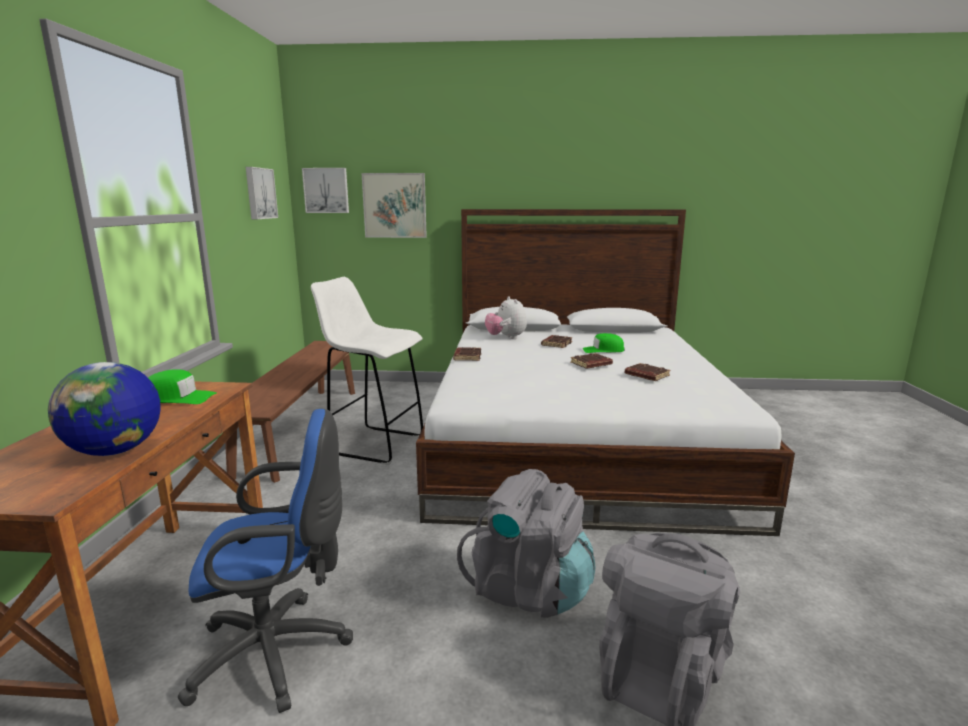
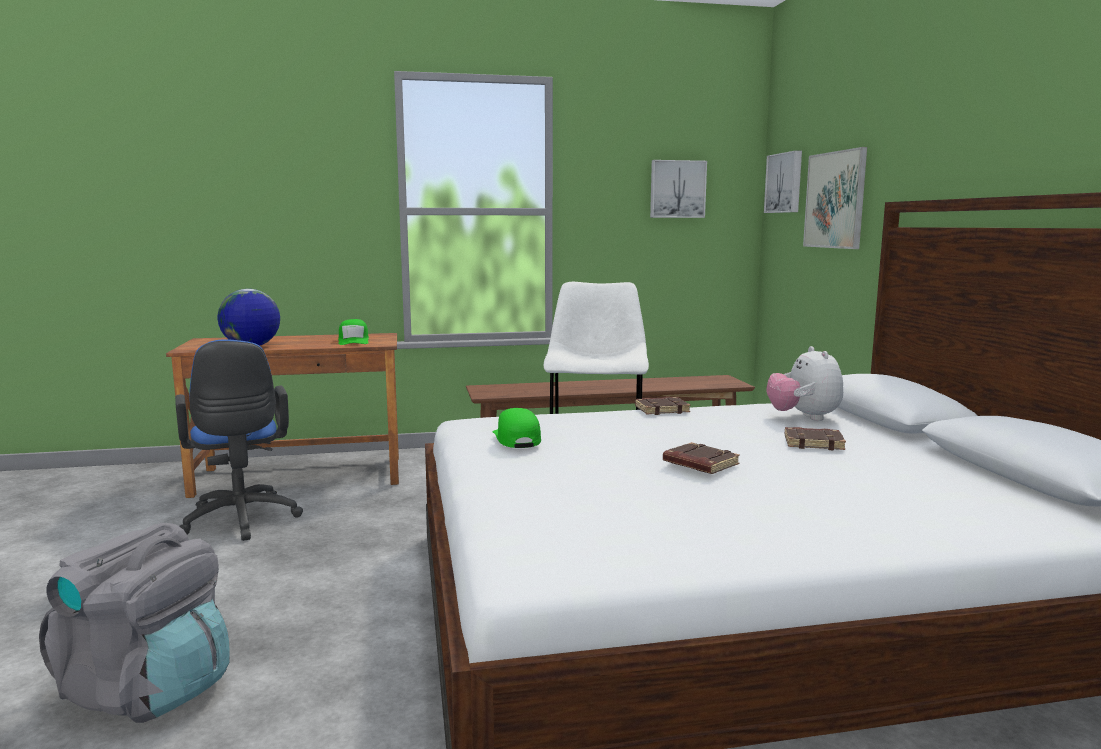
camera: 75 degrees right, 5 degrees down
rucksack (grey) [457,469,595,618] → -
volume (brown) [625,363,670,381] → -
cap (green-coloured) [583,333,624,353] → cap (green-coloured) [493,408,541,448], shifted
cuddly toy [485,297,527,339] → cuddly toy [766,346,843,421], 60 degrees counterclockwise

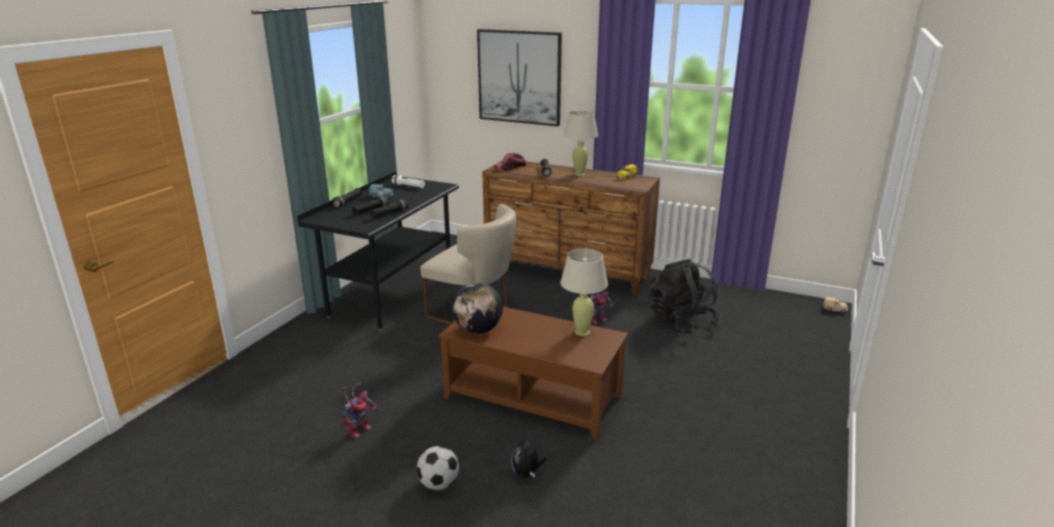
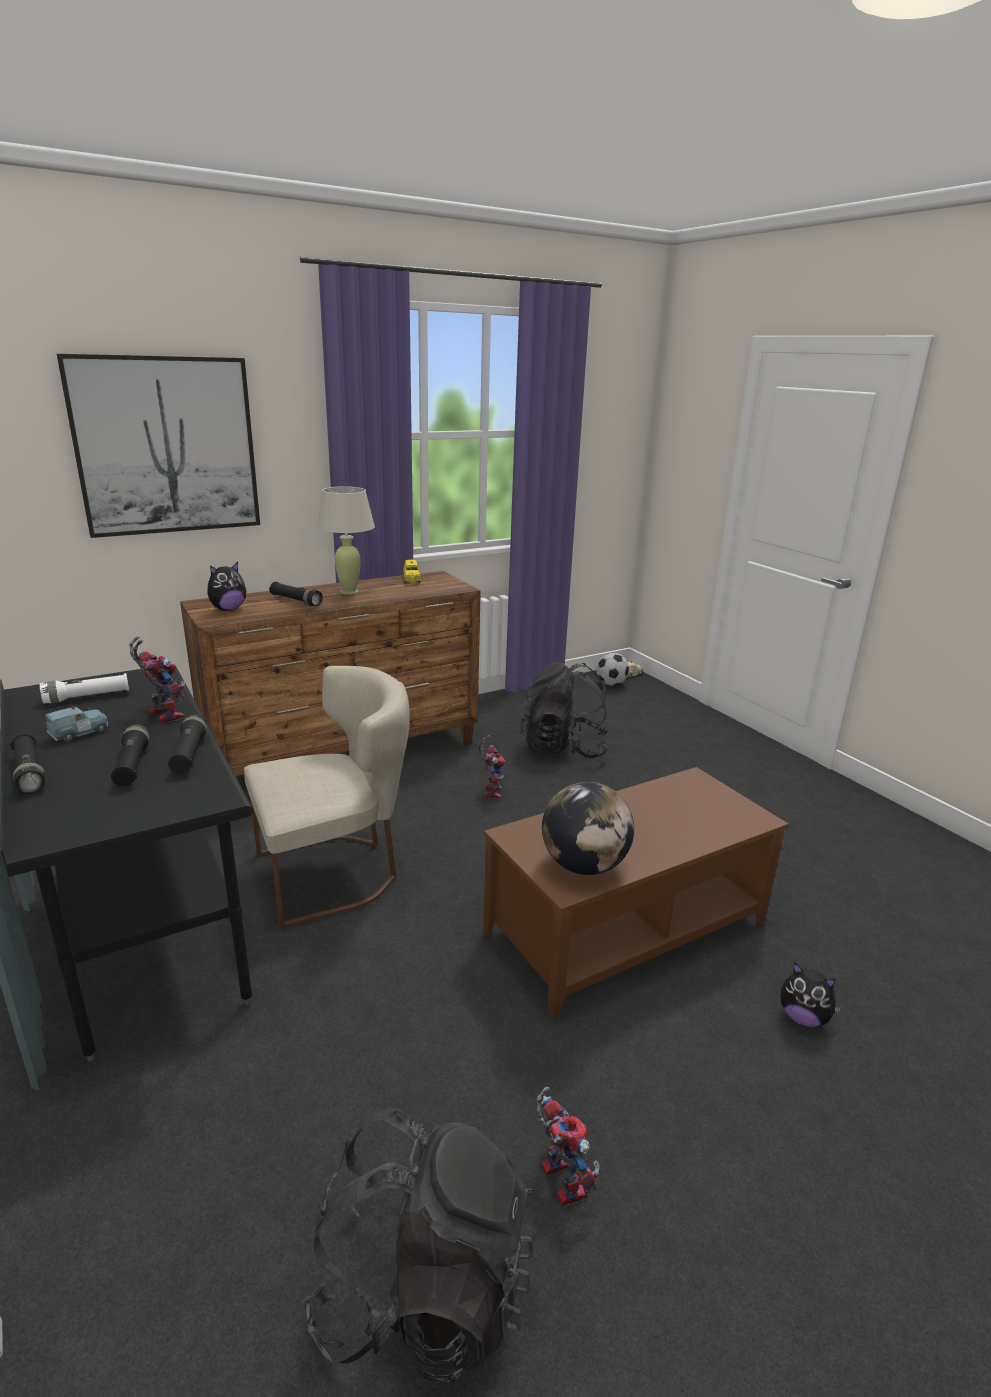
camera: 55 degrees left, 0 degrees up
tabletop lamp (beige) [560,249,608,336] → -
- → model robot [129,636,186,724]
- → rucksack (black-coloured) [302,1108,533,1384]
football ball [417,446,459,490] → football ball [596,653,629,686], shifted
cap [495,153,526,171] → cuddly toy [207,562,246,611]

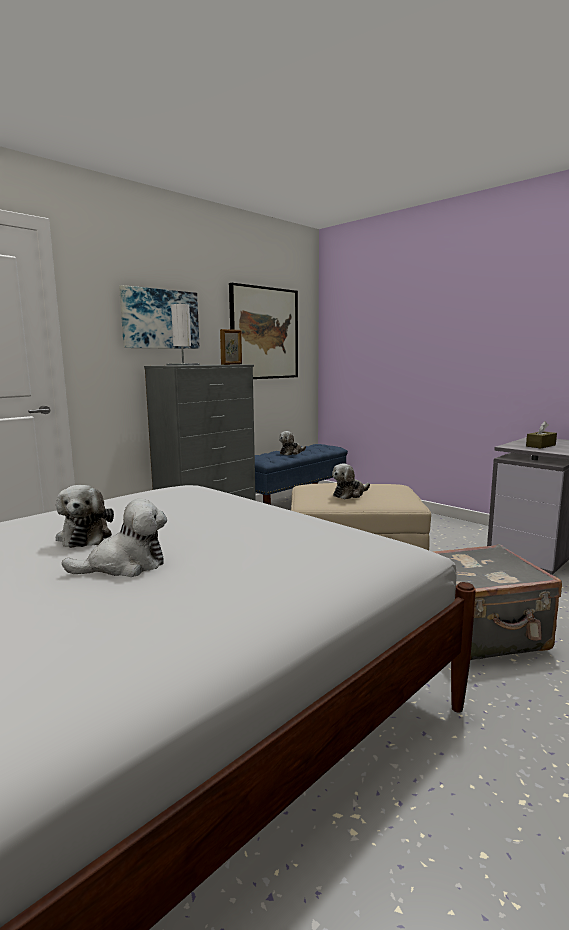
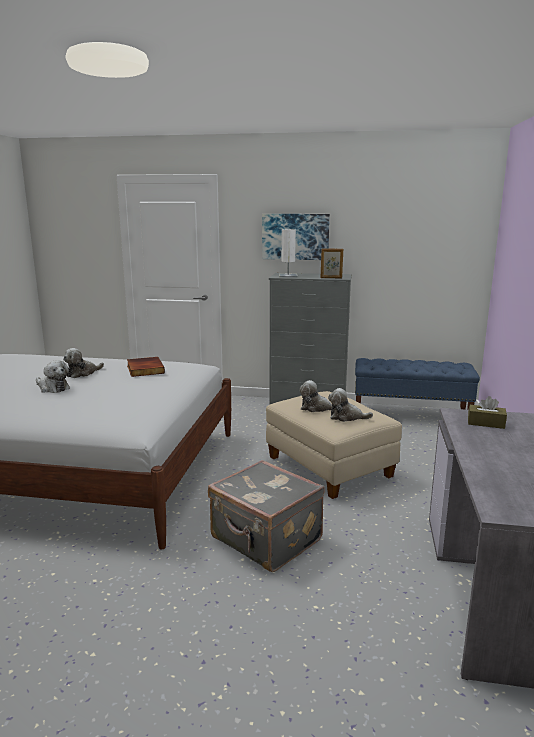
camera: 55 degrees right, 5 degrees up
picture [229,283,298,379] → -
- → volume [127,357,165,377]
cuddly toy [279,431,306,455] → cuddly toy [328,388,373,422], shifted

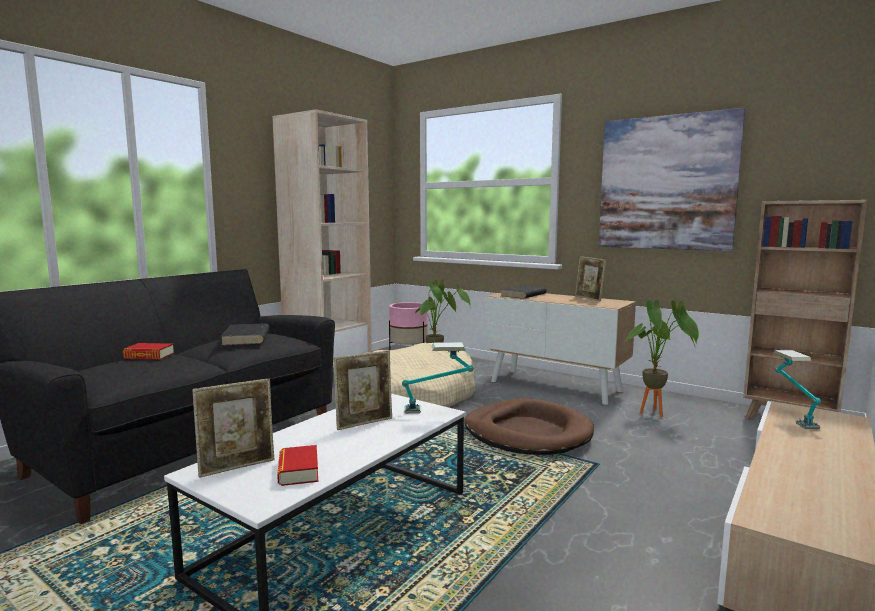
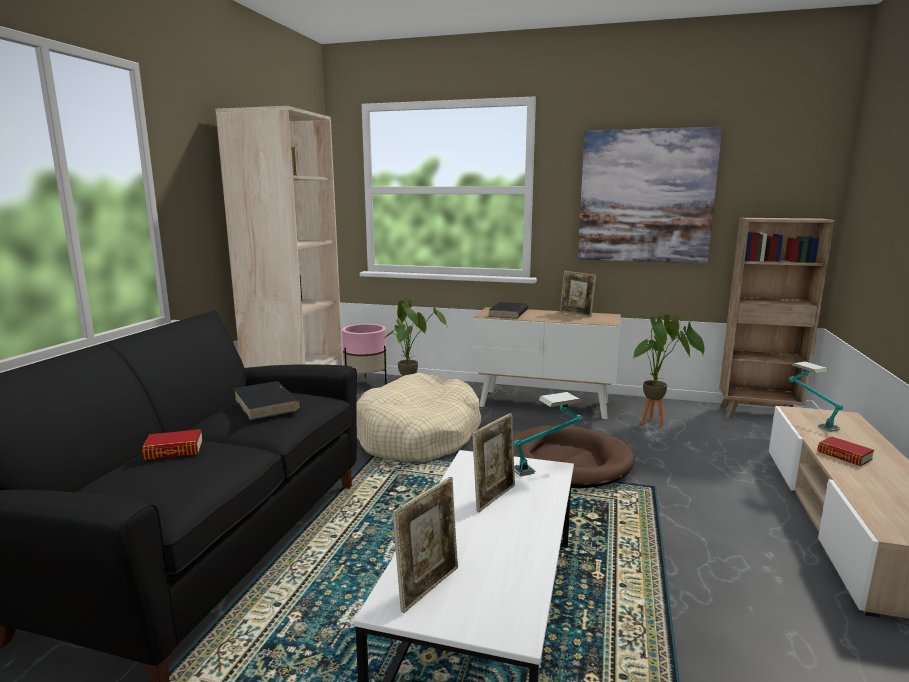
camera: 20 degrees left, 5 degrees up
volume [277,445,318,486] → volume [817,436,874,466], shifted

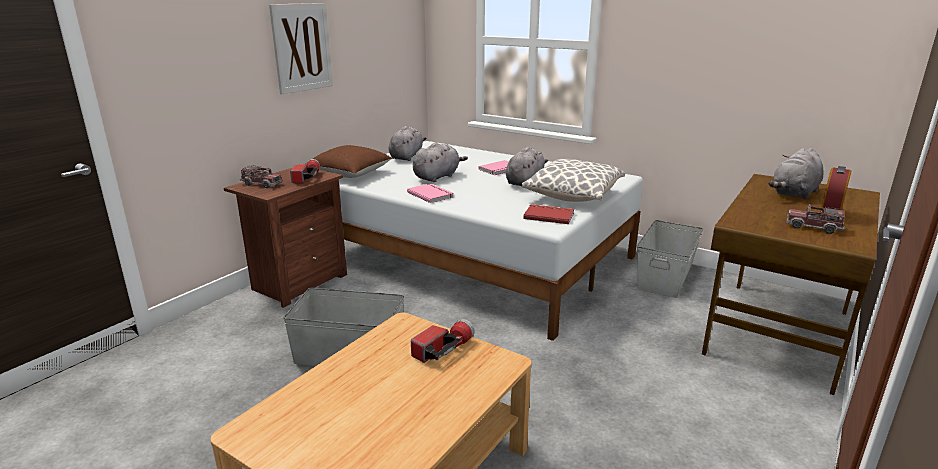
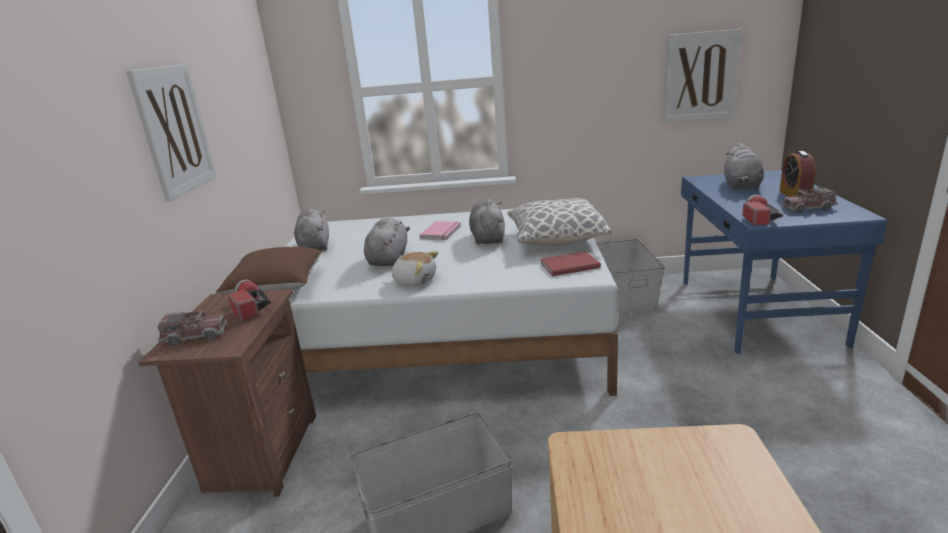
camera: 30 degrees left, 0 degrees up
- → picture [664,29,741,123]
torch [411,319,475,363] → torch [742,195,783,226], shifted
volume (pink-coloured) [407,183,454,203] → cuddly toy [389,251,438,286]
desk table (brown) [702,174,880,395] → desk table (blue) [681,170,887,354]

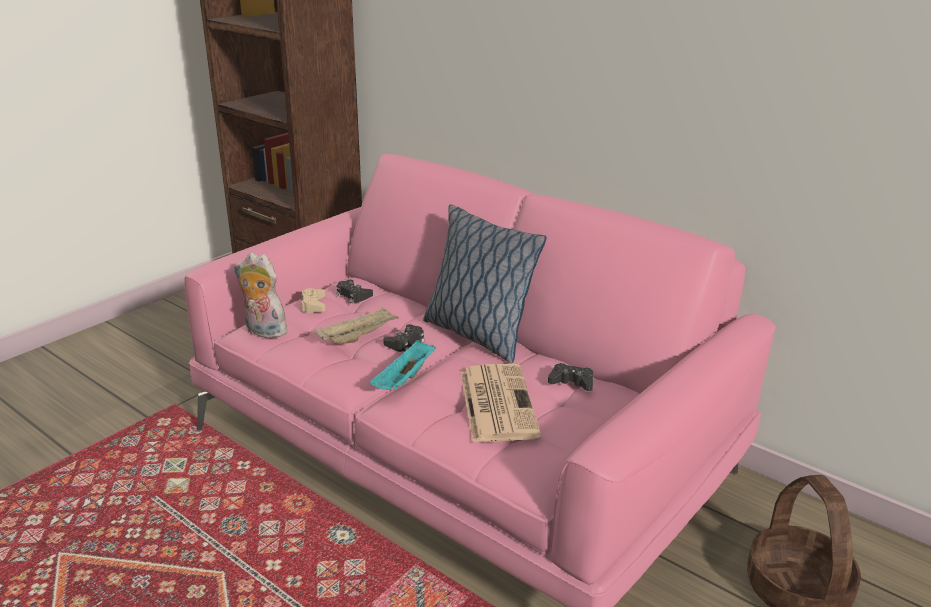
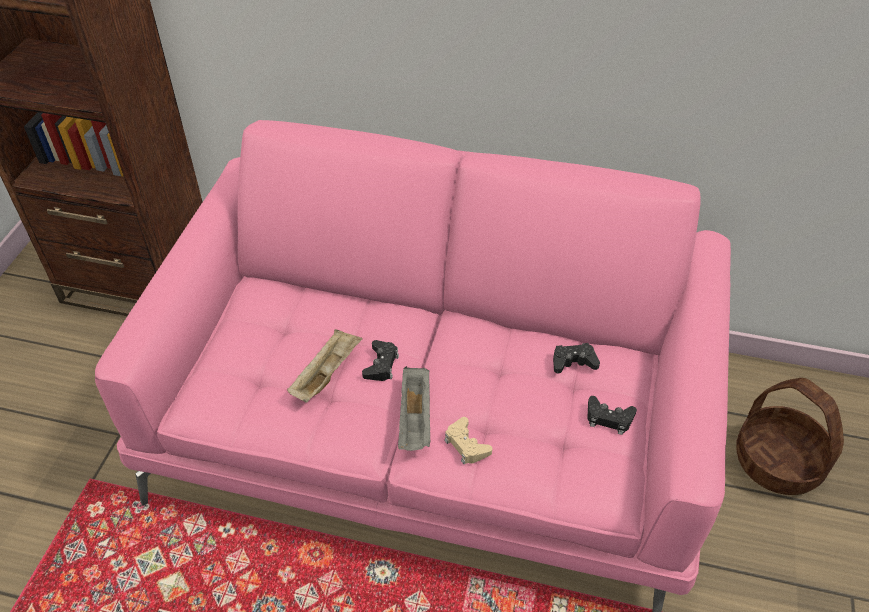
camera: 25 degrees left, 20 degrees up
cuddly toy [234,253,287,338] → -
cushion [423,204,547,363] → -
newspaper [461,364,541,442] → -
game controller (beige) [301,288,326,313] → game controller (beige) [445,417,492,464], shifted
game controller (black-coloured) [337,280,373,303] → game controller (black-coloured) [587,396,637,435], shifted
tray (blue-green) [370,340,436,390] → tray (grey) [398,366,431,451]

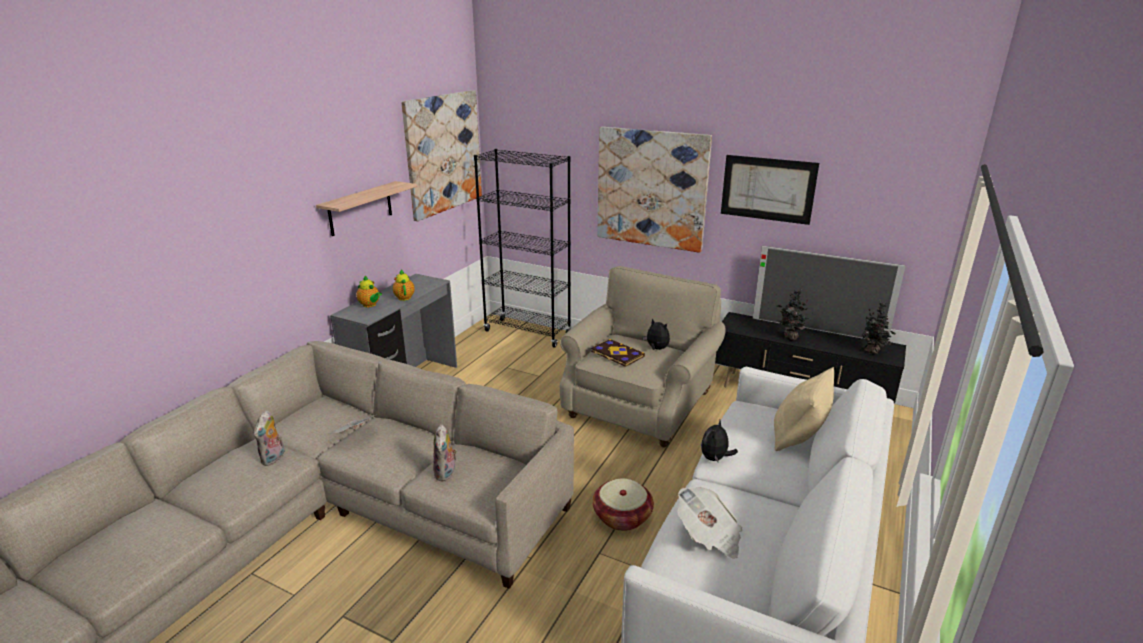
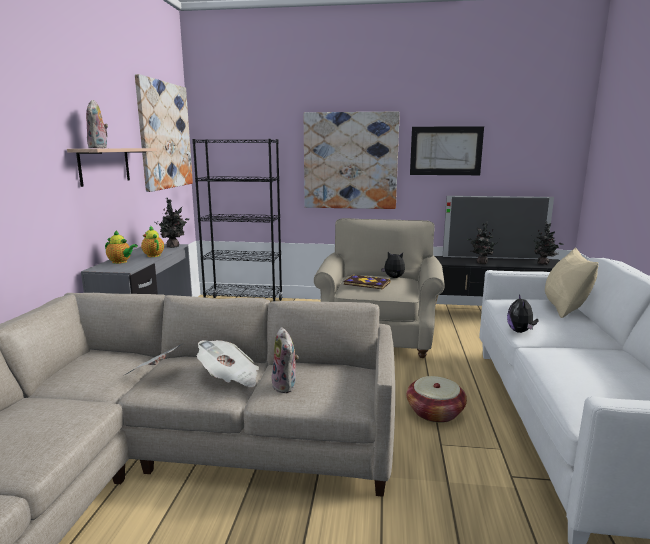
camera: 20 degrees left, 10 degrees down
- → houseplant [154,198,189,248]
cuddly toy [253,411,285,466] → cuddly toy [86,100,108,148], shifted
newspaper [677,487,742,559] → newspaper [197,340,259,387], shifted

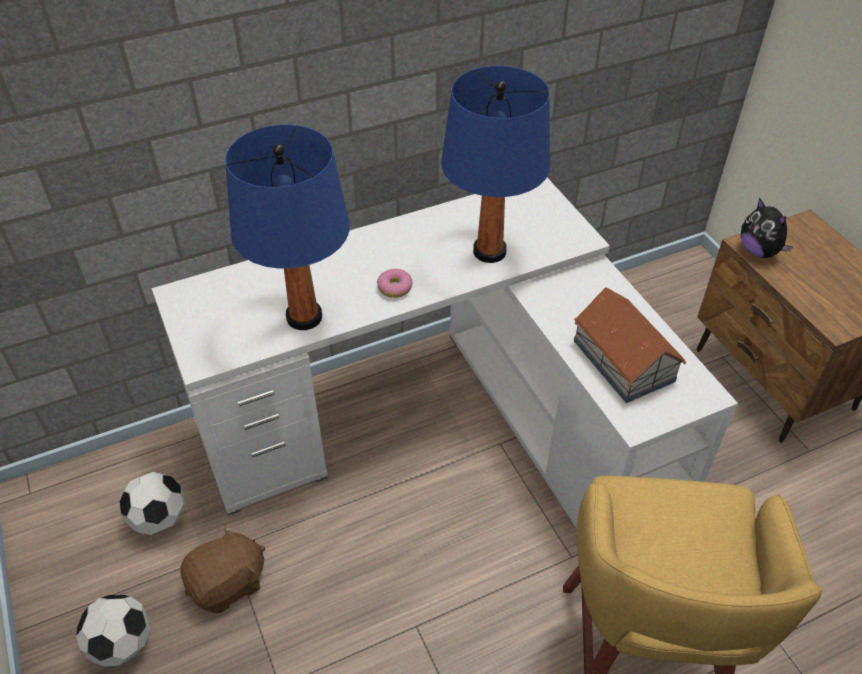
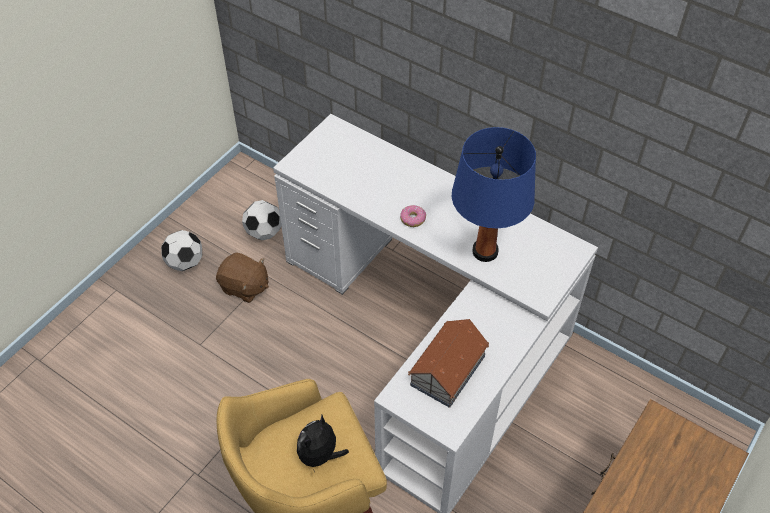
camera: 60 degrees right, 5 degrees up
tabletop lamp (blue) [225,124,350,330] → -
cuddly toy [741,198,793,258] → cuddly toy [297,415,349,472], shifted

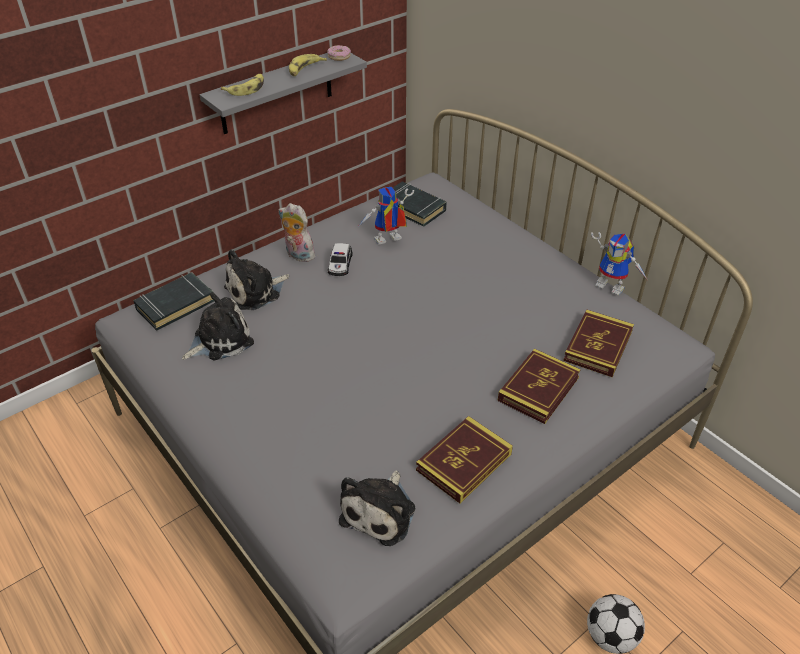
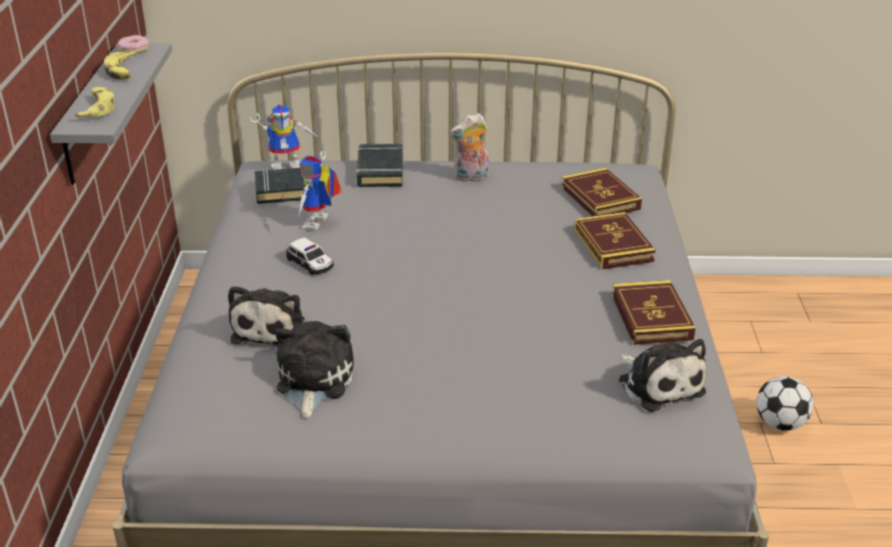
camera: 50 degrees left, 10 degrees down
volume (black-coloured) [133,272,214,331] → volume (black-coloured) [356,143,403,187], shifted
cuddly toy [278,203,315,262] → cuddly toy [449,113,489,182], shifted
model robot [591,232,647,296] → model robot [249,104,320,170], shifted

